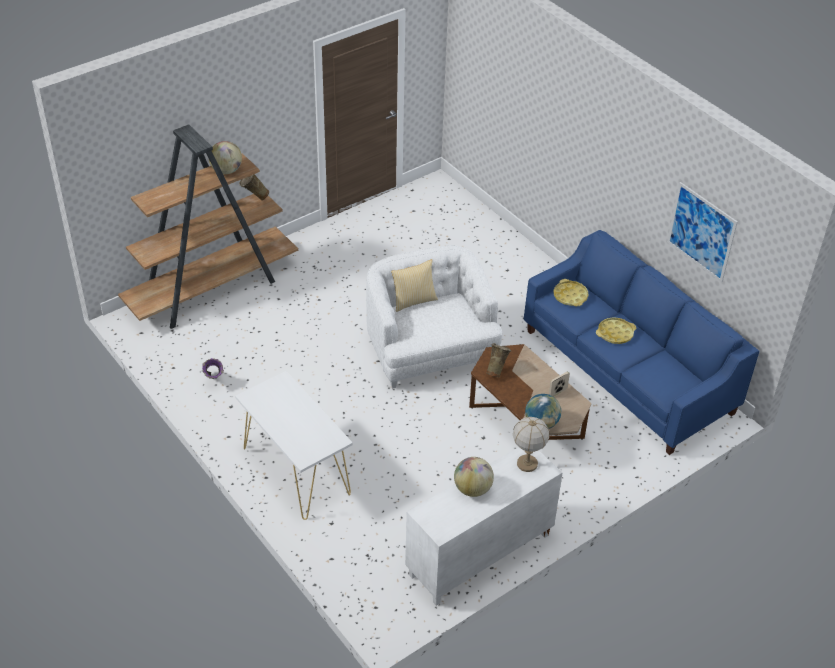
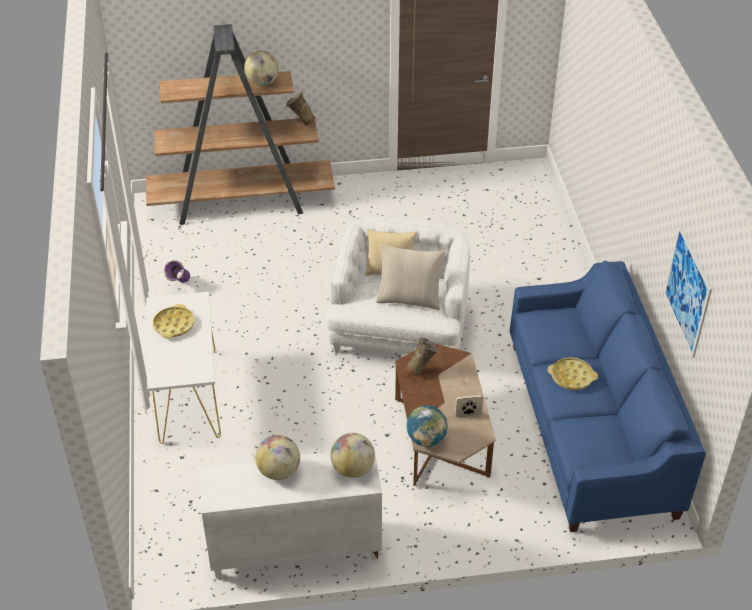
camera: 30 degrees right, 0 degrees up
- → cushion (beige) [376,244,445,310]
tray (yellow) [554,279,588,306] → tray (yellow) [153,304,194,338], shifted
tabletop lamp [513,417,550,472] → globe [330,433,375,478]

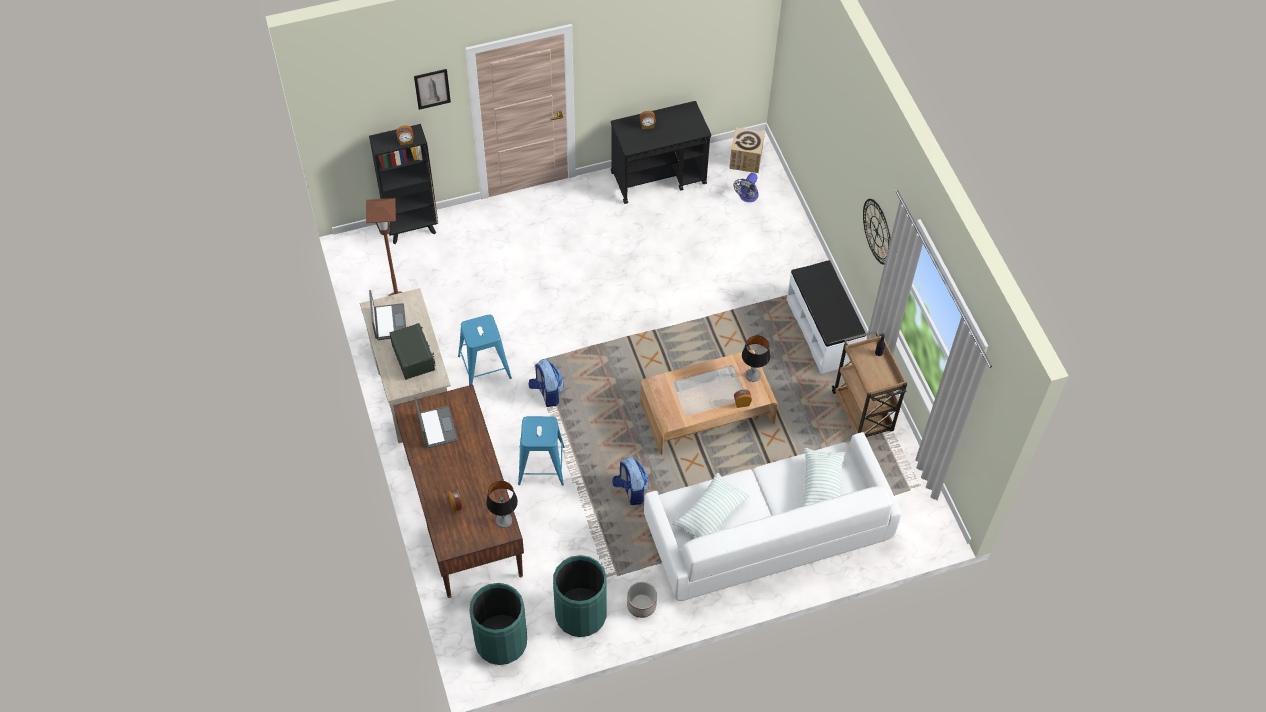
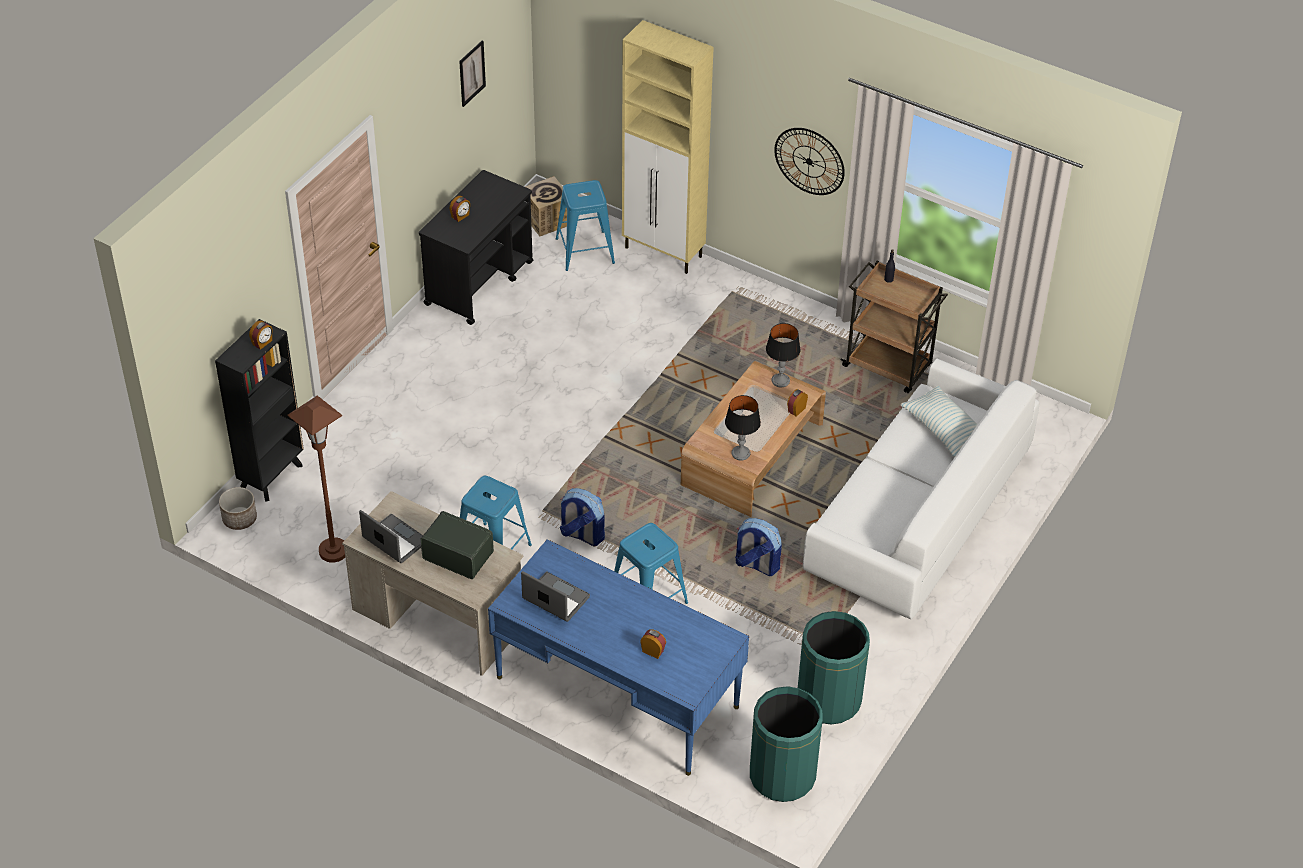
camera: 40 degrees left, 10 degrees down
cushion [672,473,750,538] → -
bench (whitish) [787,260,866,374] → -
- → storage cabinet (beige) [622,20,714,274]
picture [414,69,451,110] → picture [459,40,486,107], shifted
tabletop lamp [486,481,518,528] → tabletop lamp [725,395,761,461], shifted
flower pot [627,582,657,618] → flower pot [219,487,257,530], shifted
fan [734,173,759,202] → stool seat (blue) [556,180,615,271]
desk table (brown) [393,385,524,598] → desk table (blue) [488,539,749,776]

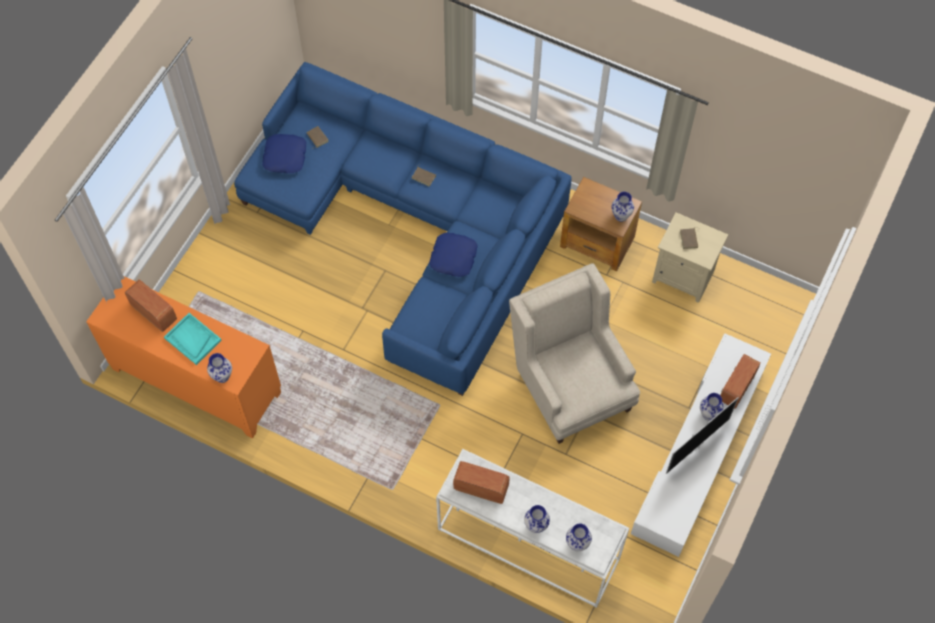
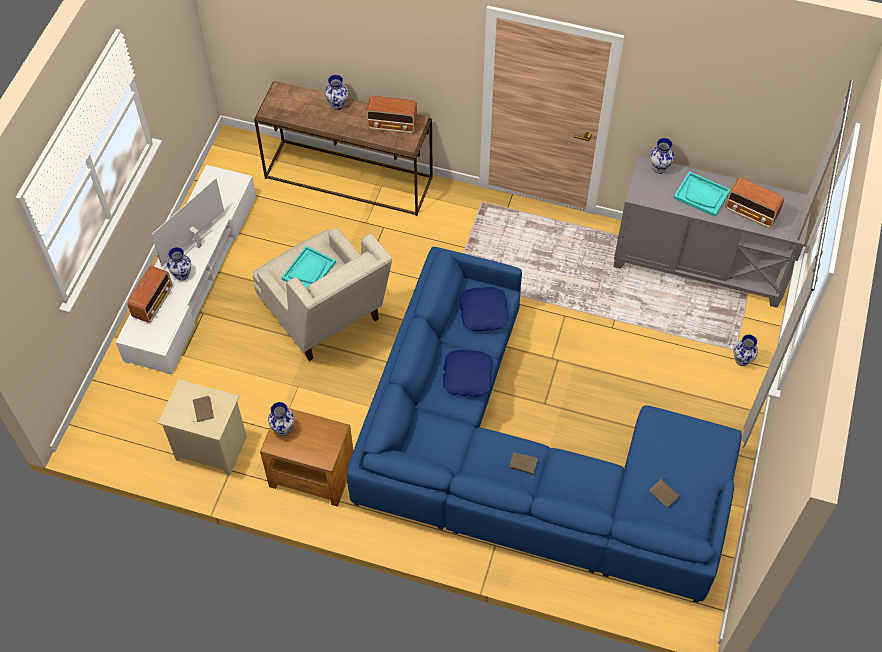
camera: 170 degrees right, 5 degrees down
- → tray (blue-green) [281,246,336,289]
cushion (blue) [262,134,306,173] → cushion (blue) [460,287,509,331], shifted
decorative vase [566,524,592,551] → decorative vase [734,335,758,366], shifted
storage cabinet (orange) [86,276,281,438] → storage cabinet (grey) [614,155,811,308]
narrow table (whitish) [436,449,629,608] → narrow table (brown) [254,81,433,216]

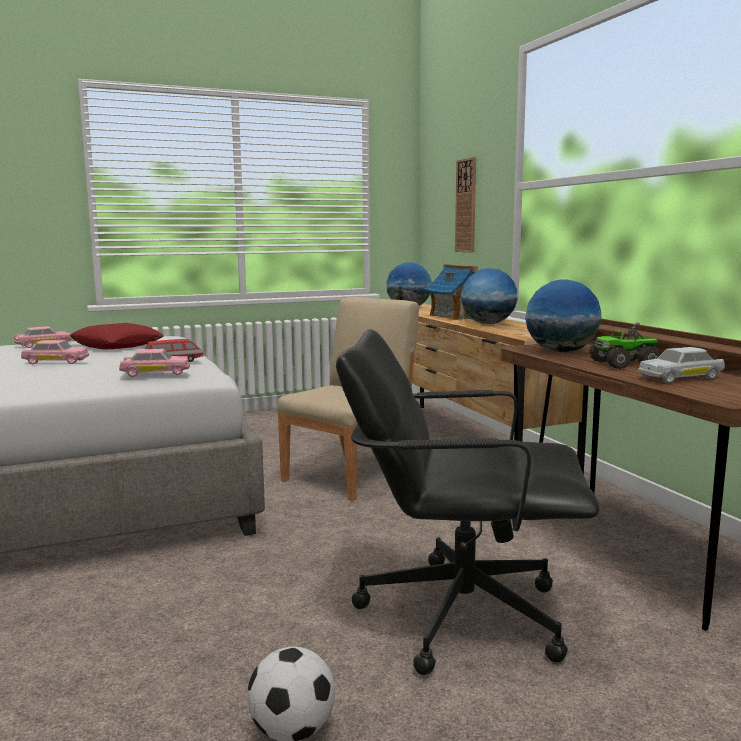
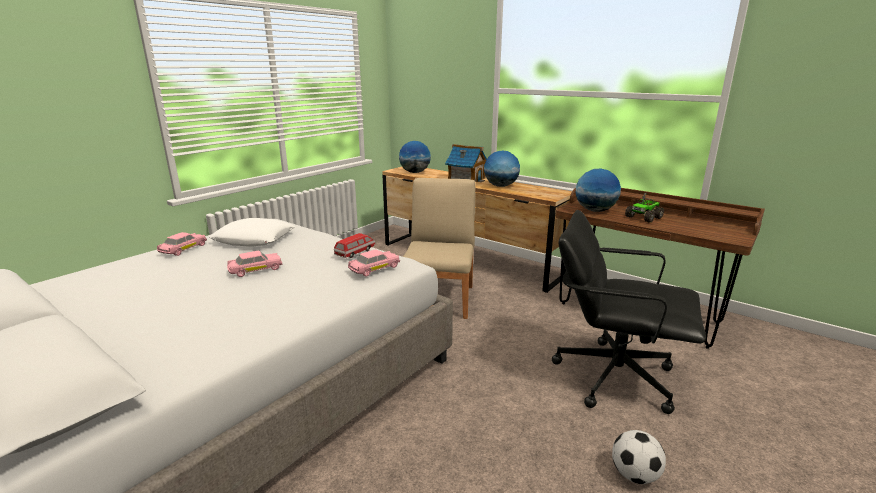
camera: 30 degrees left, 10 degrees up
wall clock [455,157,476,253] → -
model car (whitish) [638,347,725,383] → -
cushion (red-coloured) [70,323,164,350] → cushion (whitish) [209,218,295,247]
computer chair (black-coloured) [336,329,600,675] → computer chair (black-coloured) [552,210,706,414], 45 degrees clockwise

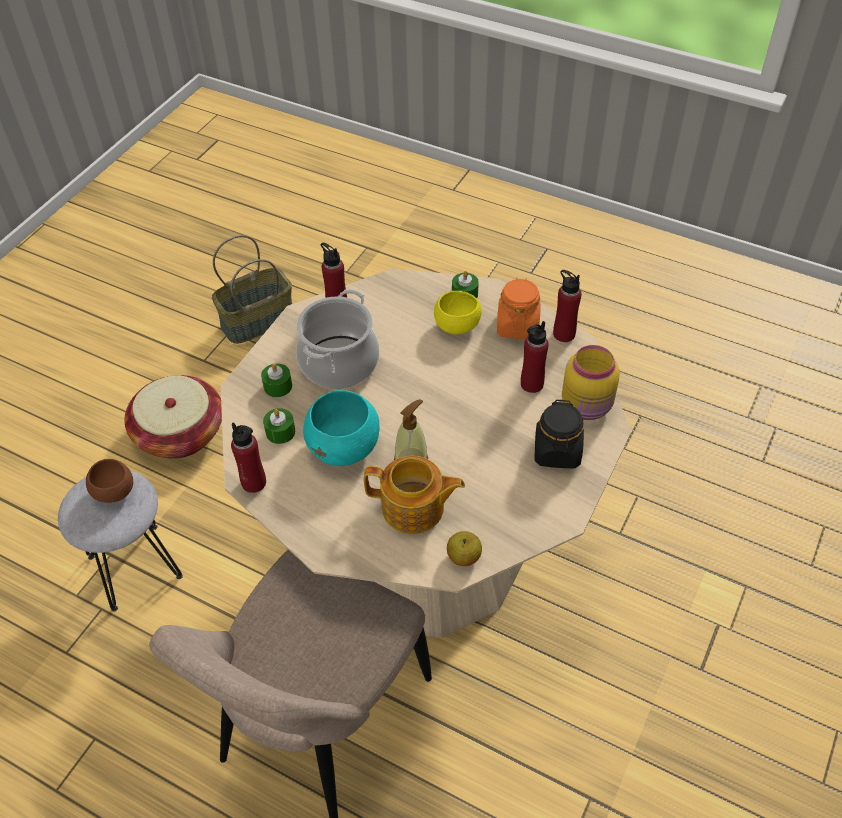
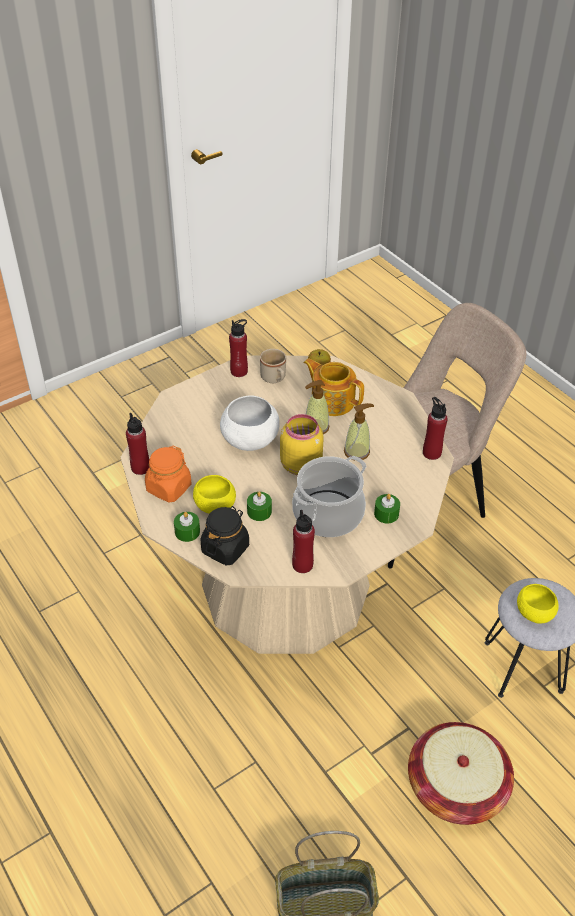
camera: 155 degrees left, 5 degrees down
- → serving bowl (whitish) [220,395,280,451]
- → coffee mug (beige) [260,349,286,383]
wax light (green-coloured) [263,408,295,444] → wax light (green-coloured) [247,491,272,521], shifted
beverage bottle (red-coloured) [521,321,549,393] → beverage bottle (red-coloured) [229,319,248,377], shifted
preserve jar (black-coloured) [534,399,584,468] → preserve jar (black-coloured) [201,506,249,566], shifted
preserve jar (yellow) [562,345,620,420] → preserve jar (yellow) [280,414,324,475], shifted
serving bowl (blue-green) [303,390,379,466] → liquid soap bottle [344,403,374,461]
serving bowl (brown) [86,459,133,503] → serving bowl (yellow) [517,584,559,624]

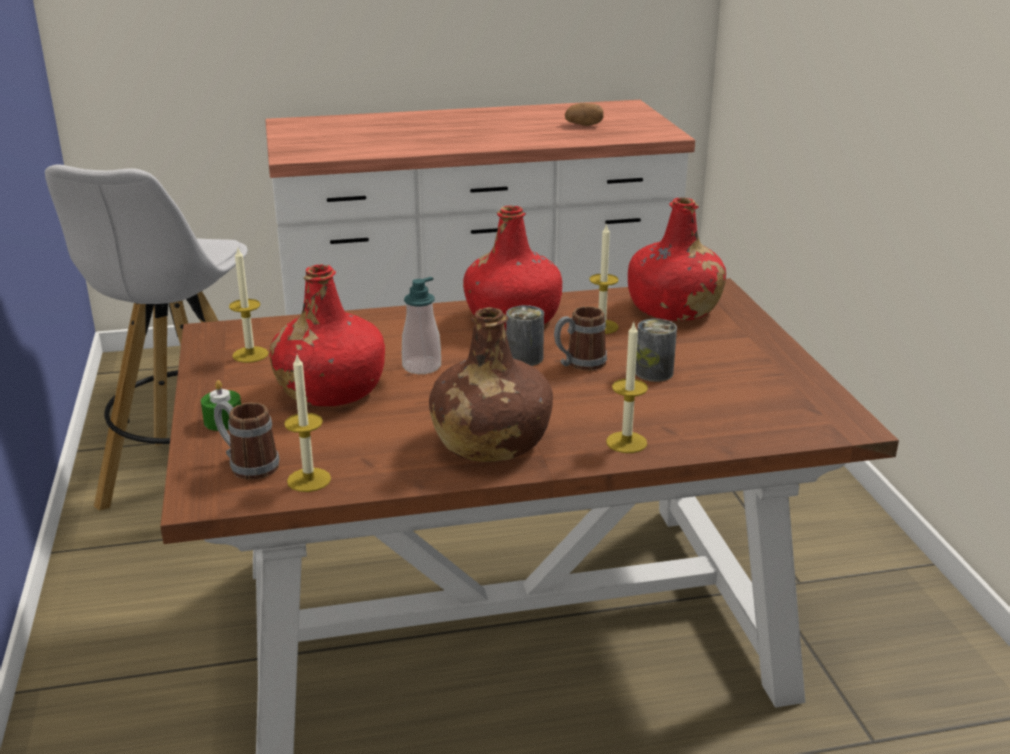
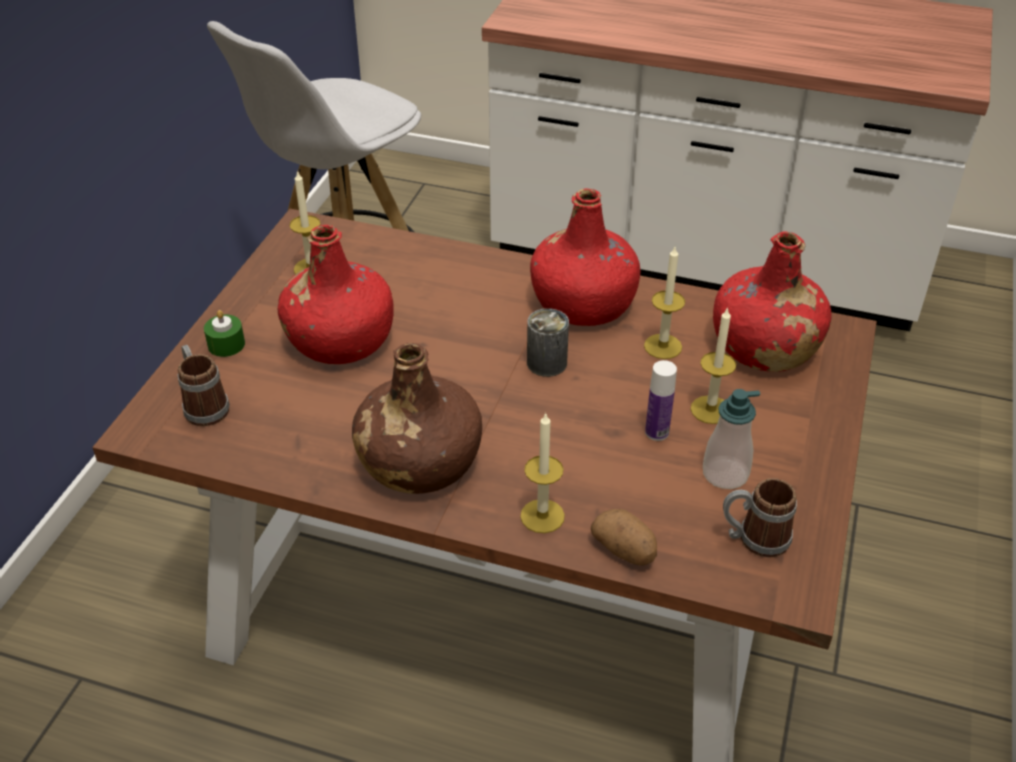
camera: 30 degrees right, 15 degrees up
wax light [284,355,331,492] → wax light [690,307,736,424], shifted
liquid soap bottle [402,277,441,374] → liquid soap bottle [703,389,760,489], shifted
coffee mug [554,306,607,370] → coffee mug [723,478,797,558], shifted
potato [565,103,604,126] → potato [591,509,657,566], shifted
metal can [635,319,677,382] → beverage bottle [645,360,677,441]

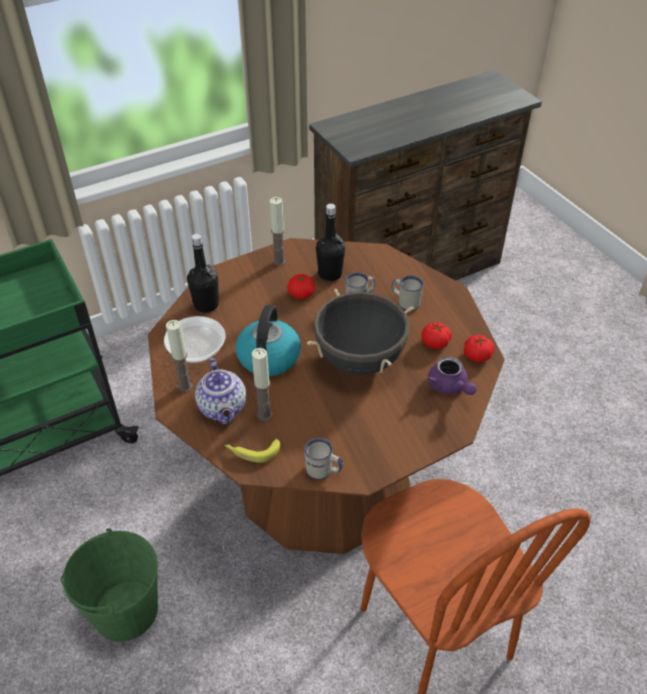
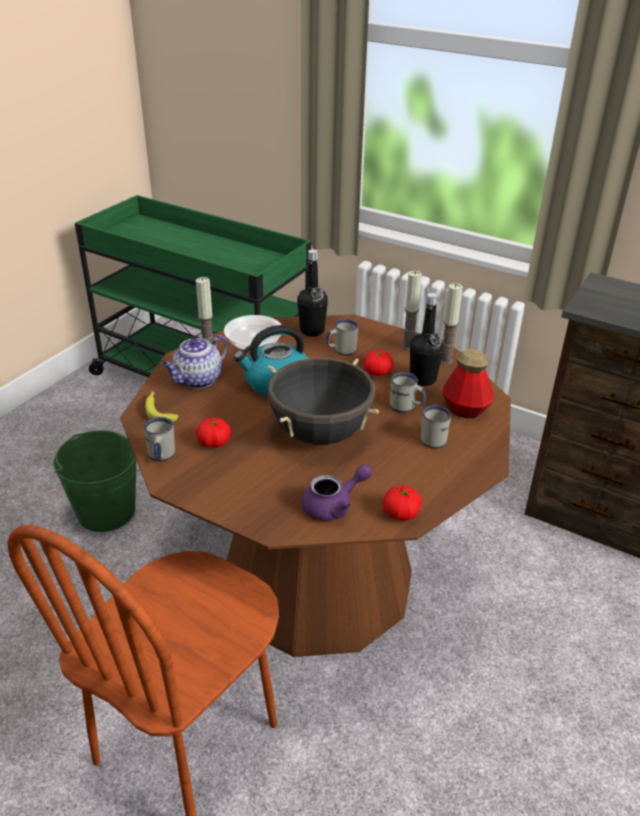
camera: 60 degrees right, 10 degrees down
- → coffee mug (whitish) [326,319,359,356]
- → beverage bottle [442,349,494,418]
wax light [252,348,272,421] → wax light [441,283,463,364], shifted
whole tomato [421,322,451,349] → whole tomato [196,418,231,448], shifted
tea pot (purplish) [428,357,476,395] → tea pot (purplish) [302,464,372,521], 150 degrees counterclockwise

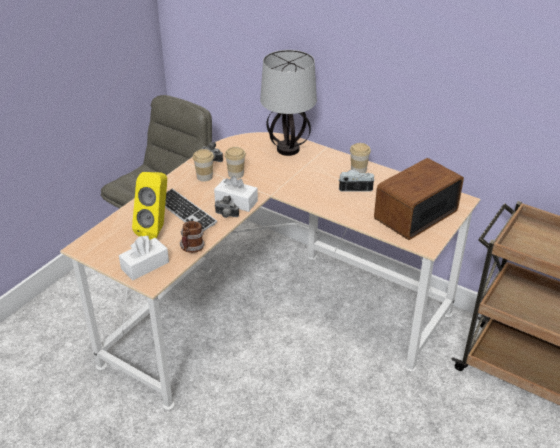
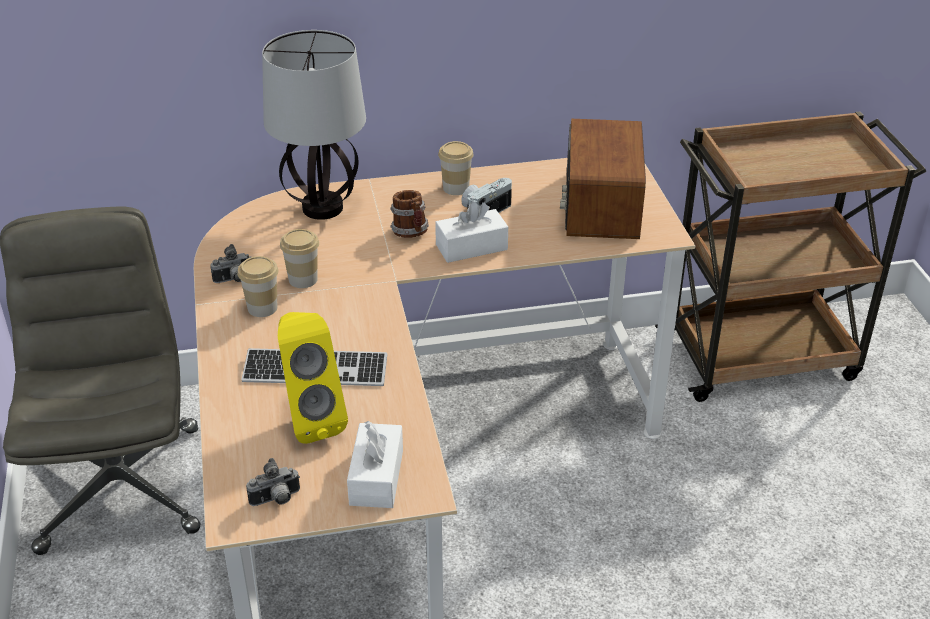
camera: 45 degrees left, 0 degrees up
coffee mug [179,221,205,253] → coffee mug [390,190,429,238], shifted
box of tissues (whitish) [214,175,258,212] → box of tissues (whitish) [435,202,508,263], shifted
photo camera [214,196,239,218] → photo camera [246,458,300,506], shifted

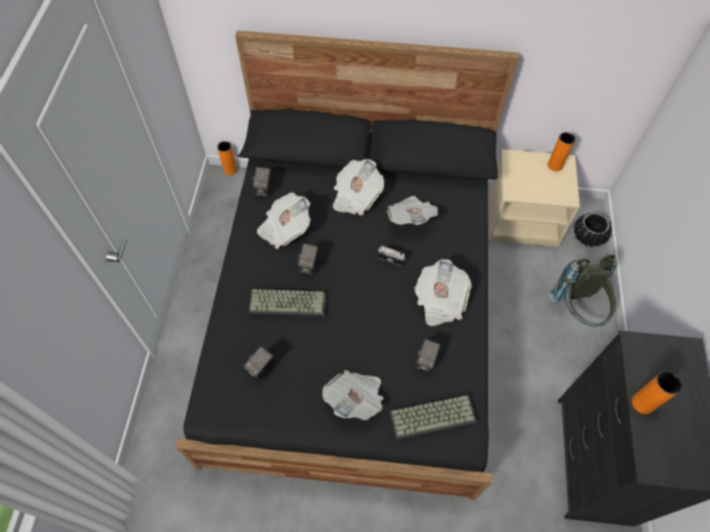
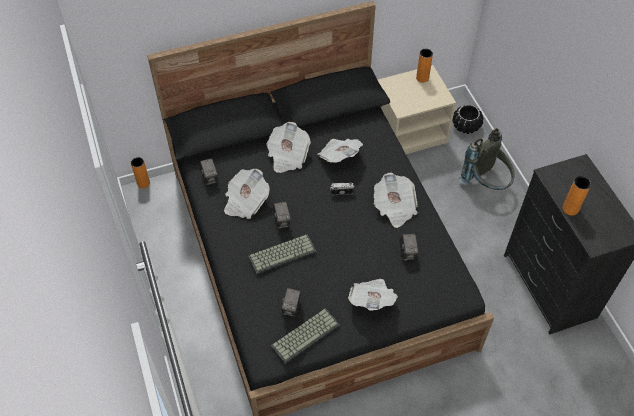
camera: 25 degrees left, 5 degrees down
keyboard [390,394,477,440] → keyboard [271,308,340,364], shifted

